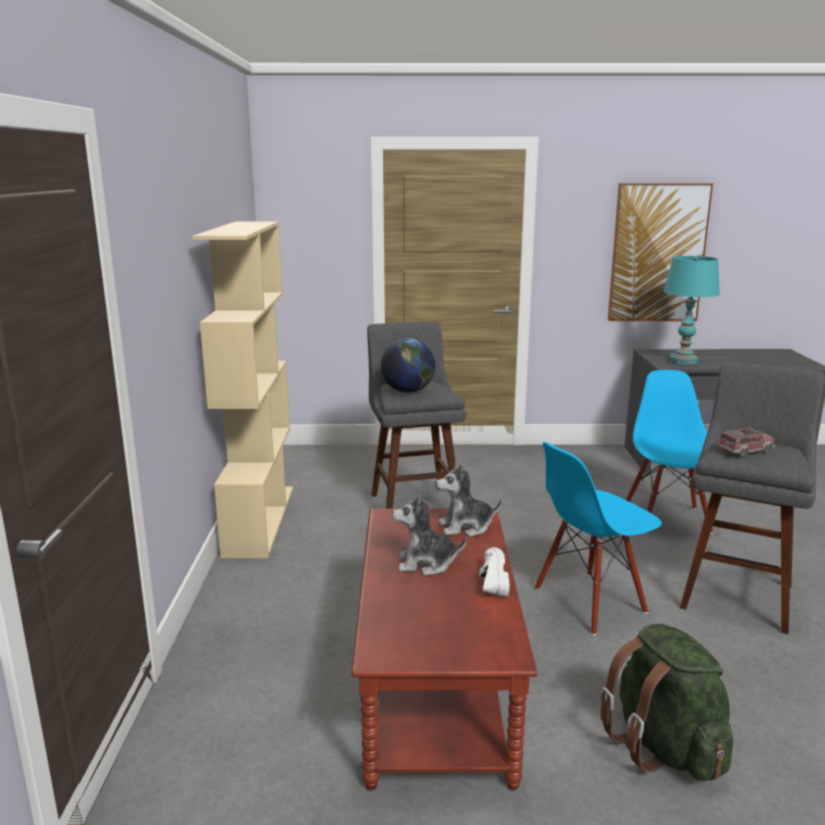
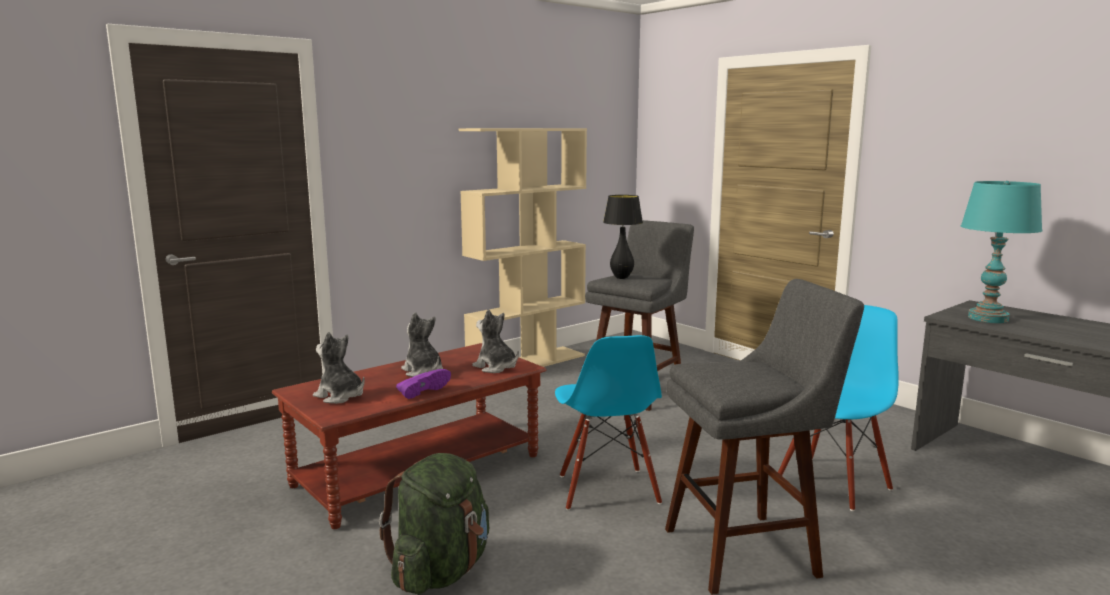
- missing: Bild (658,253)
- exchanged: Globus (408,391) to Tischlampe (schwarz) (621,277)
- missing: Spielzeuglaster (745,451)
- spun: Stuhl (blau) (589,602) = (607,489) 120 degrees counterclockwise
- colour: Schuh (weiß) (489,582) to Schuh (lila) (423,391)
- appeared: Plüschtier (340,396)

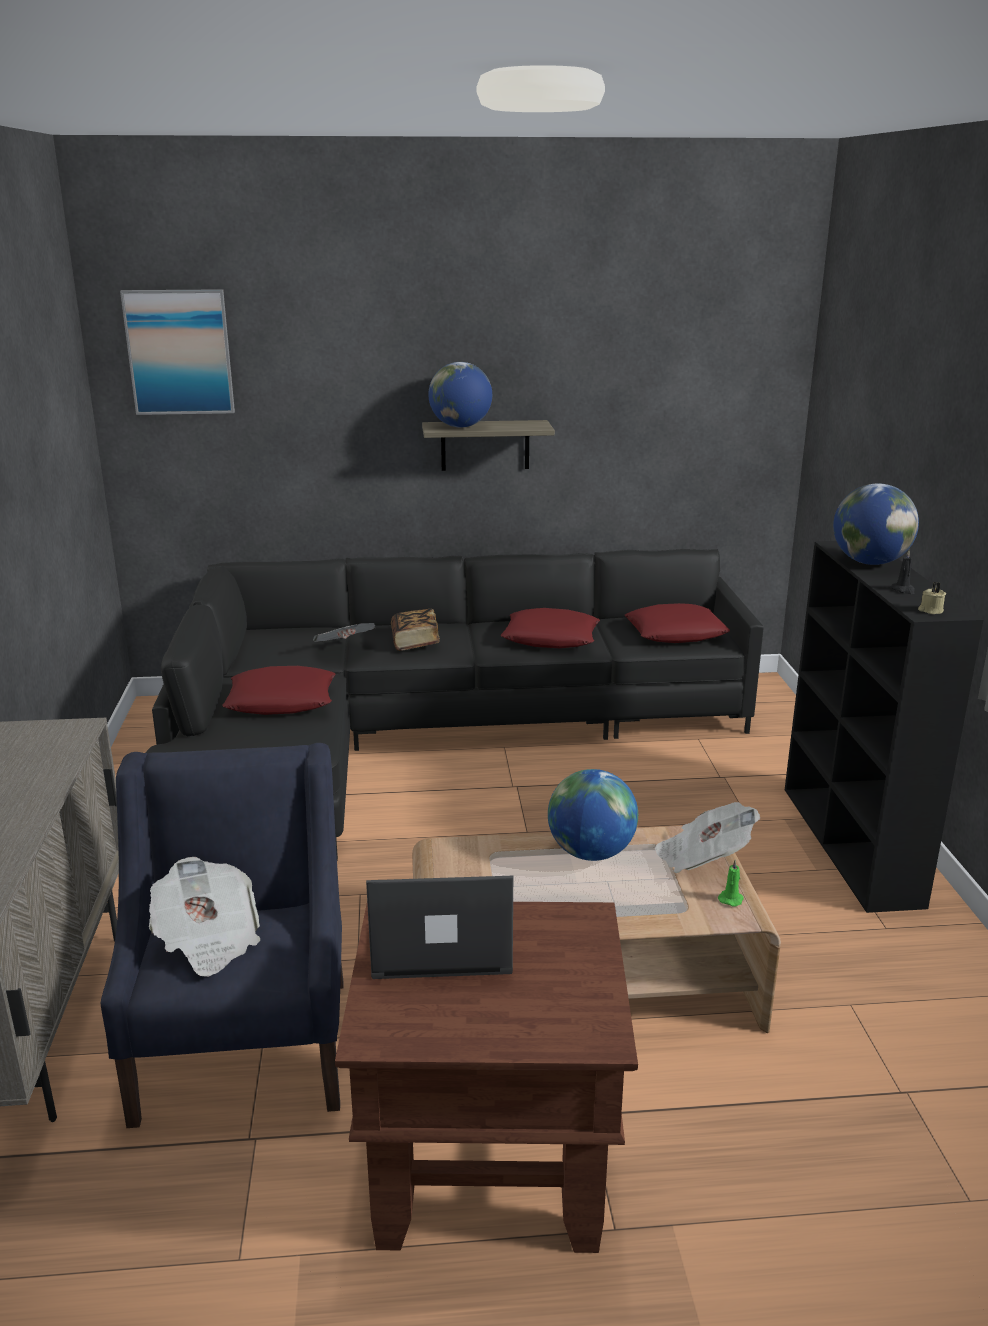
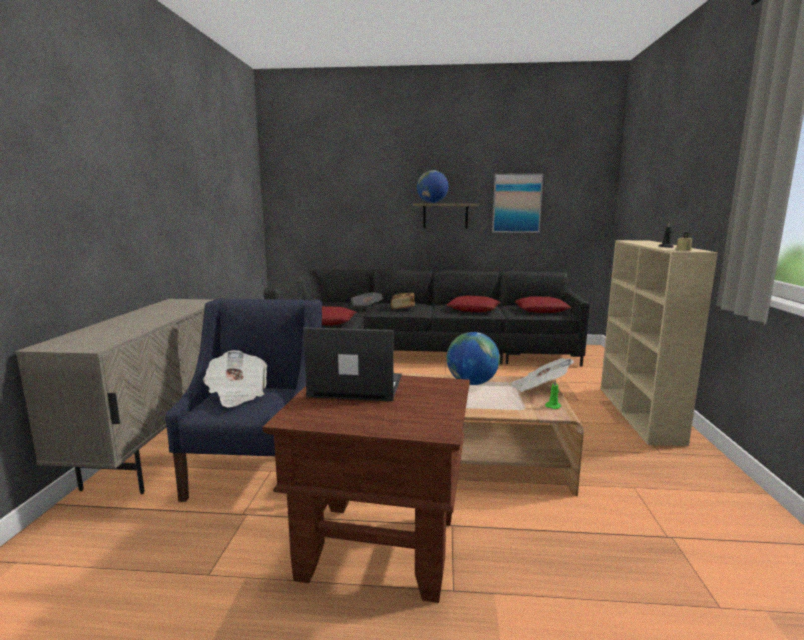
- relocated: Bild (179,352) to (516,203)
- missing: Globus (869,562)
- colour: Bücherregal (schwarz) (851,845) to Bücherregal (beige) (639,414)

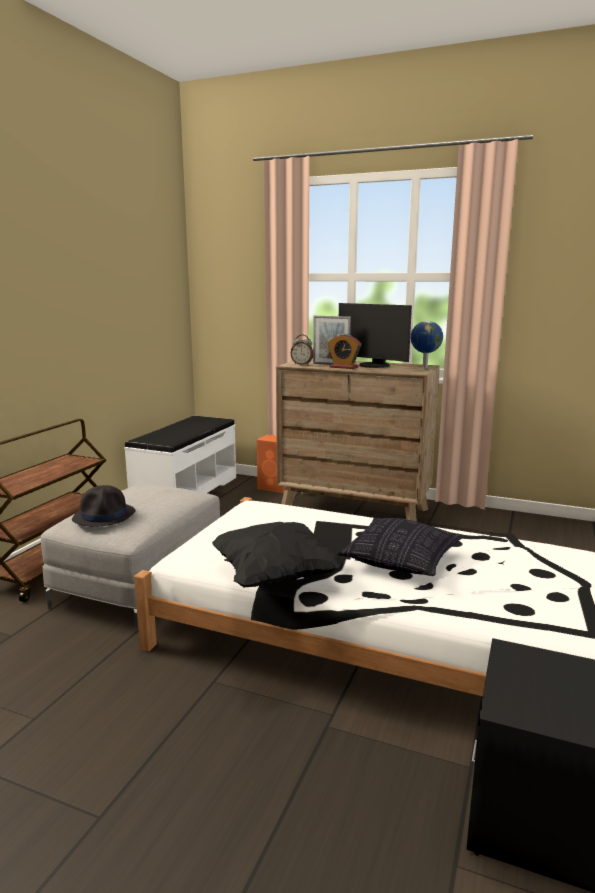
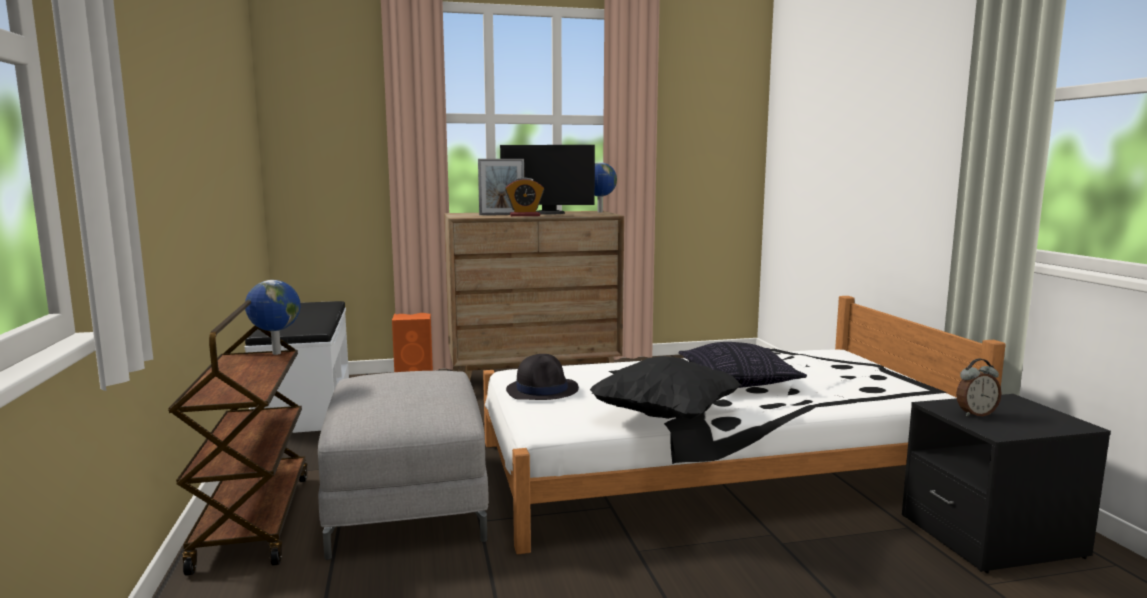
- relocated: Wecker (302,364) to (975,414)
- relocated: Hut (schwarz) (104,516) to (542,390)
- appeared: Globus (275,353)

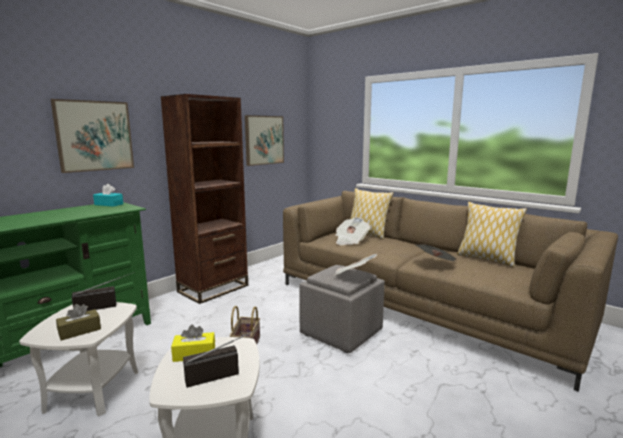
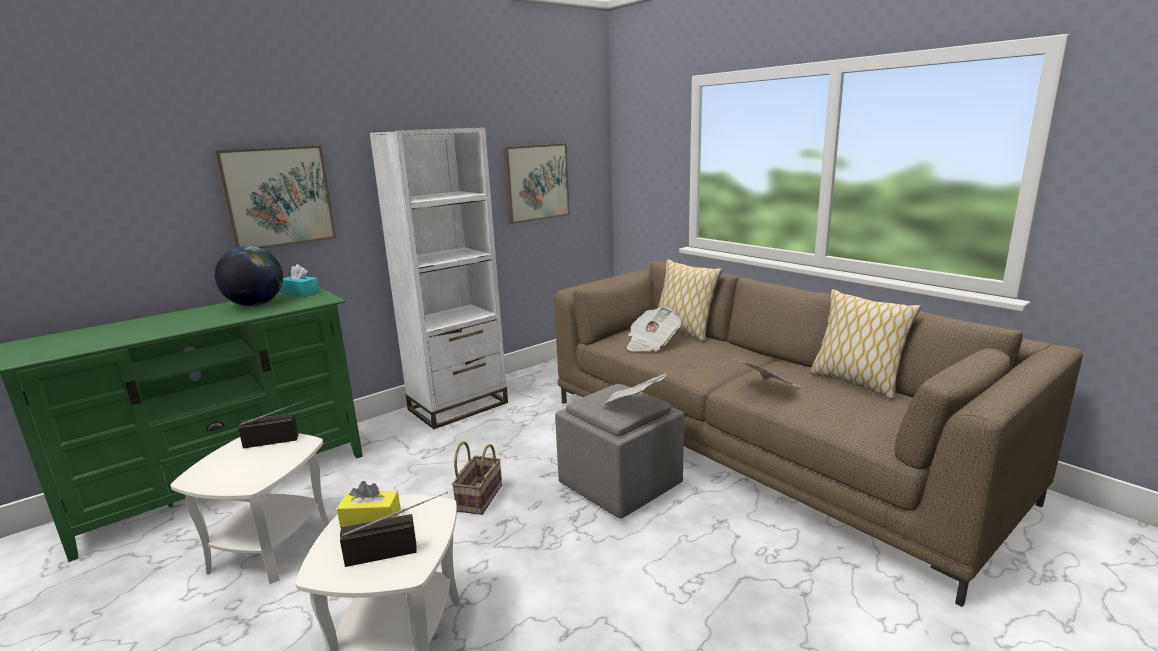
- colour: Bücherregal (braun) (213,289) to Bücherregal (weiß) (458,406)
- missing: Taschentuchbox (braun) (79,331)
- appeared: Globus (255,304)

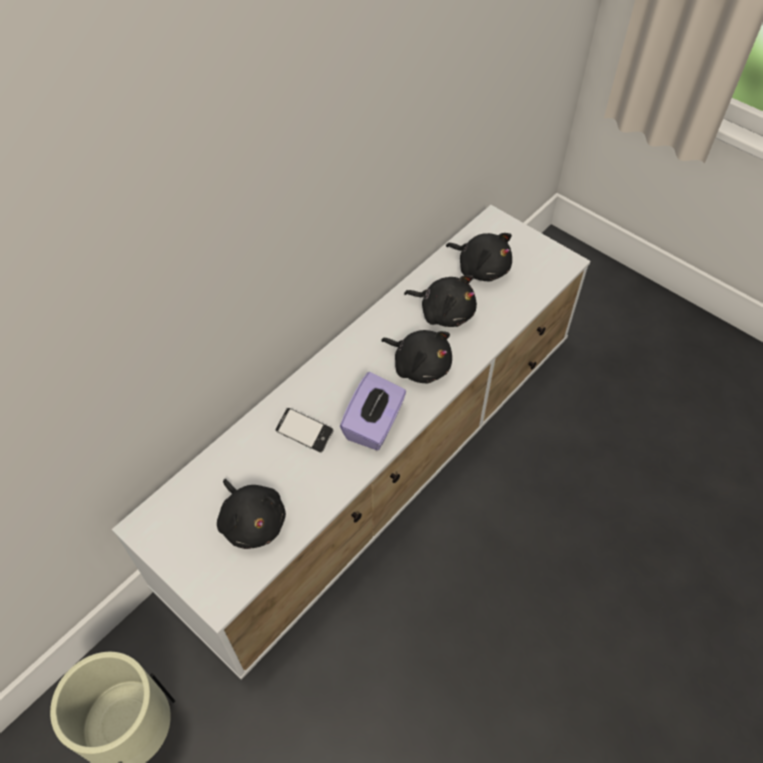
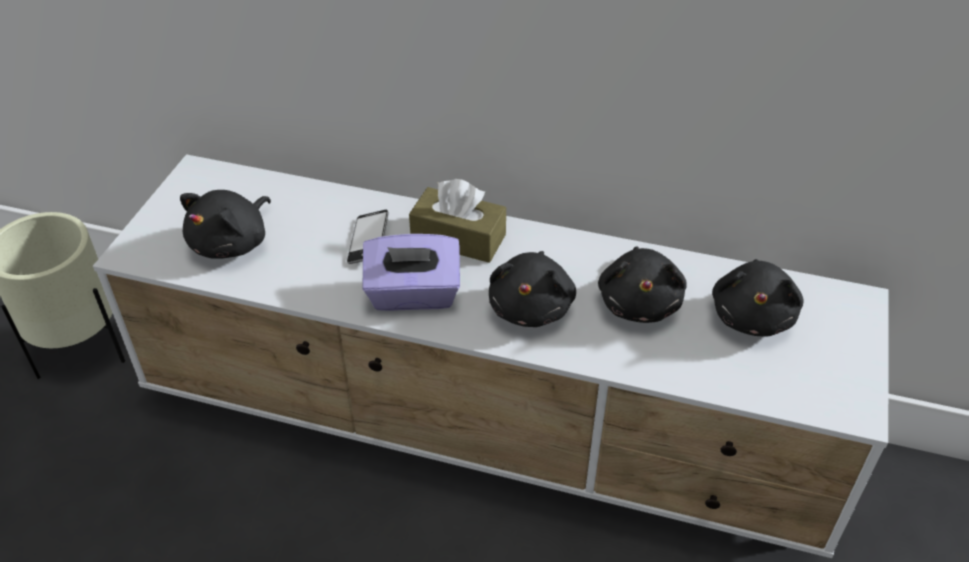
- appeared: Taschentuchbox (braun) (458,238)

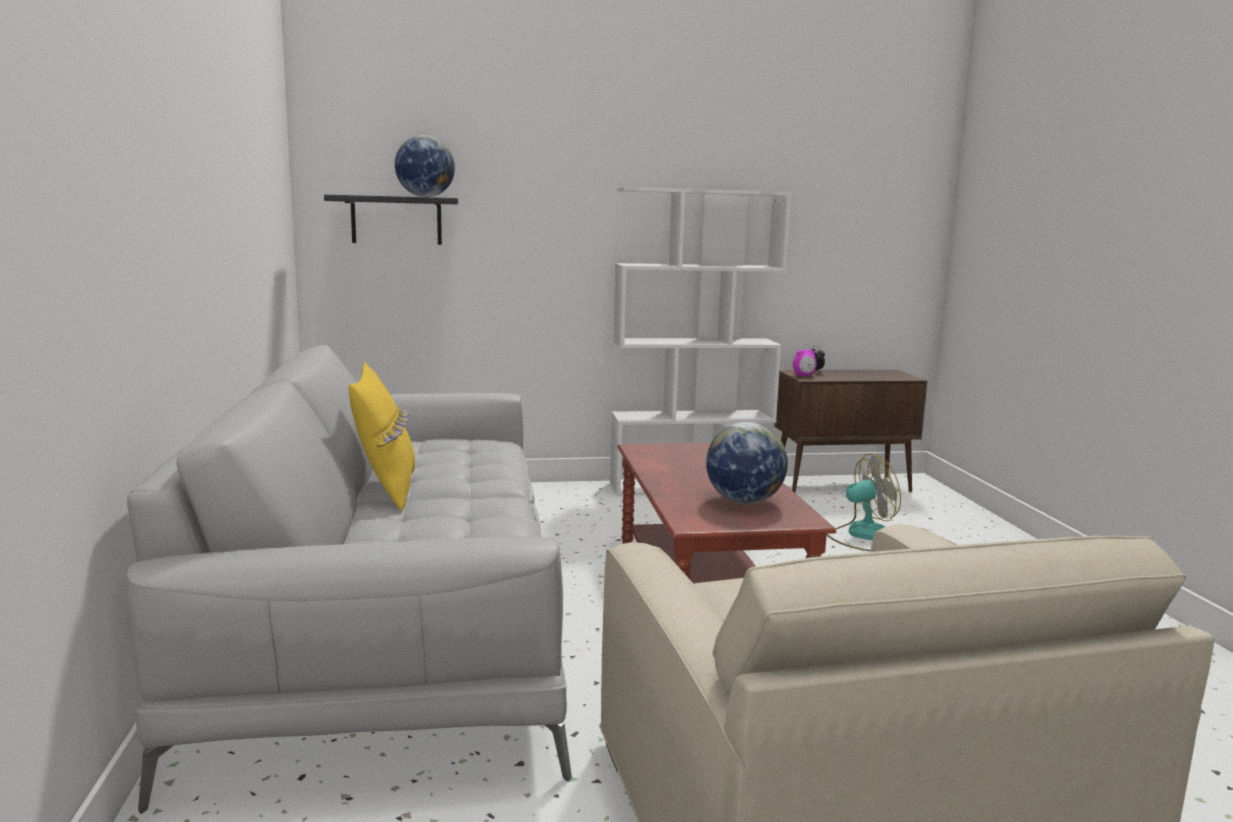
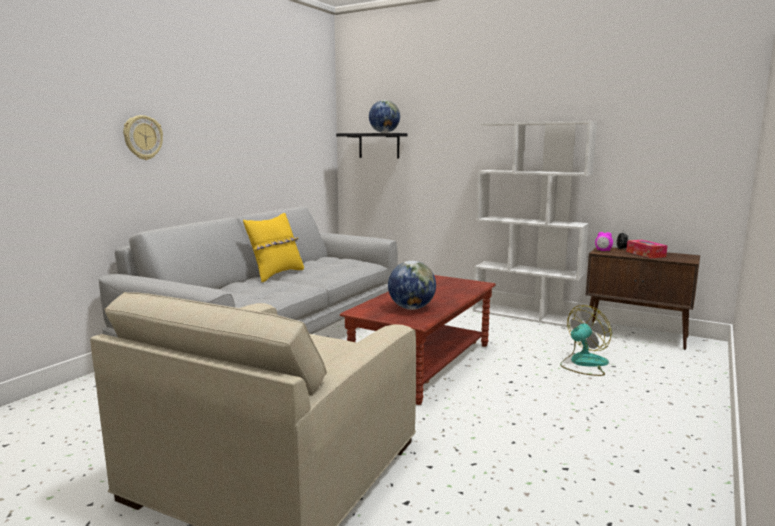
- spun: Ventilator (861,535) = (583,363) 60 degrees counterclockwise
- appeared: Wanduhr (142,137)
- appeared: Taschentuchbox (645,254)

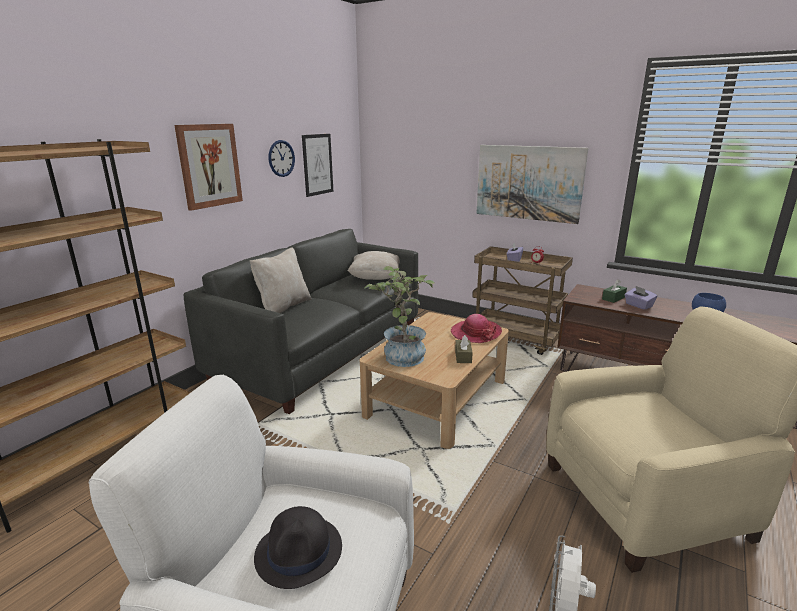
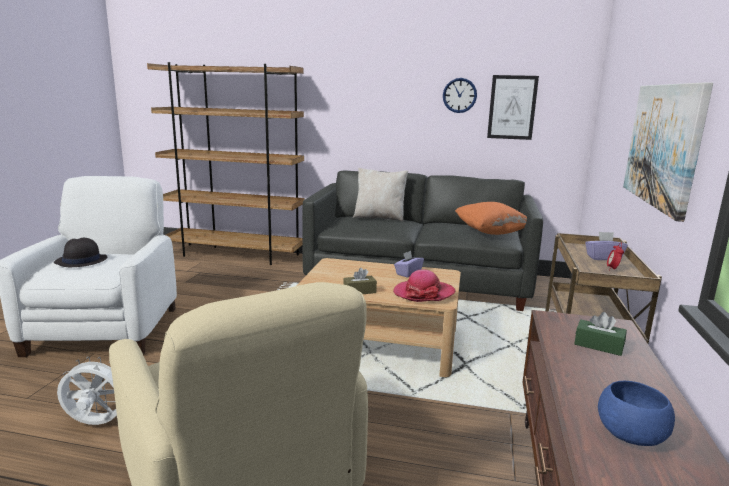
- missing: Bild (209,165)
- colour: Kissen (beige) (375,278) to Kissen (orange) (490,232)
- missing: Topfpflanze (401,355)
- relocated: Taschentuchbox (lila) (638,305) to (408,273)

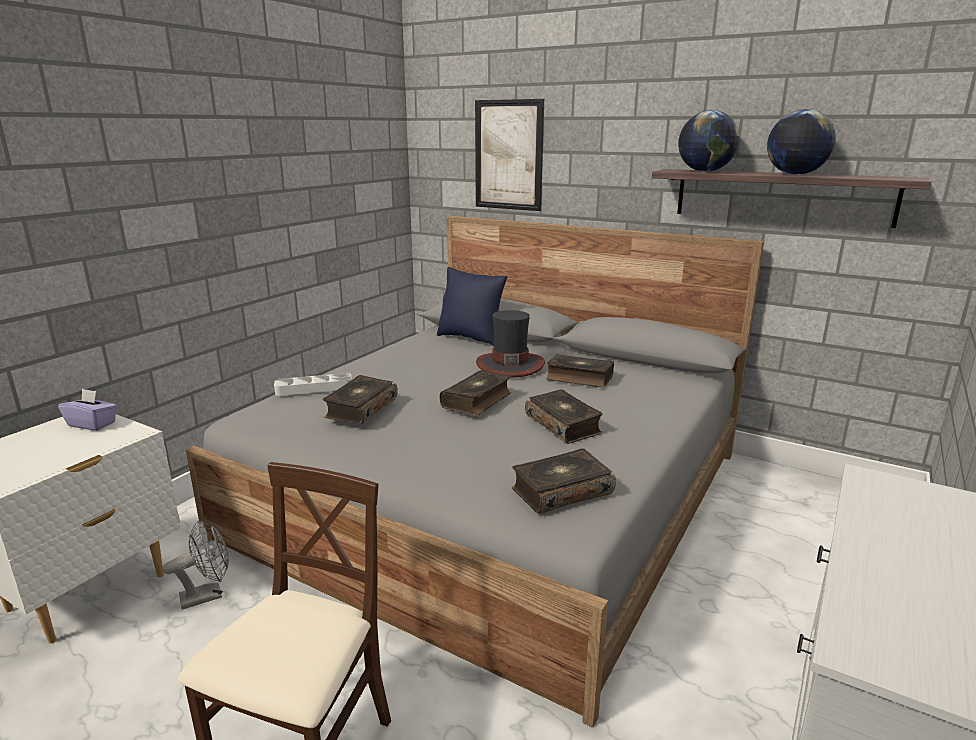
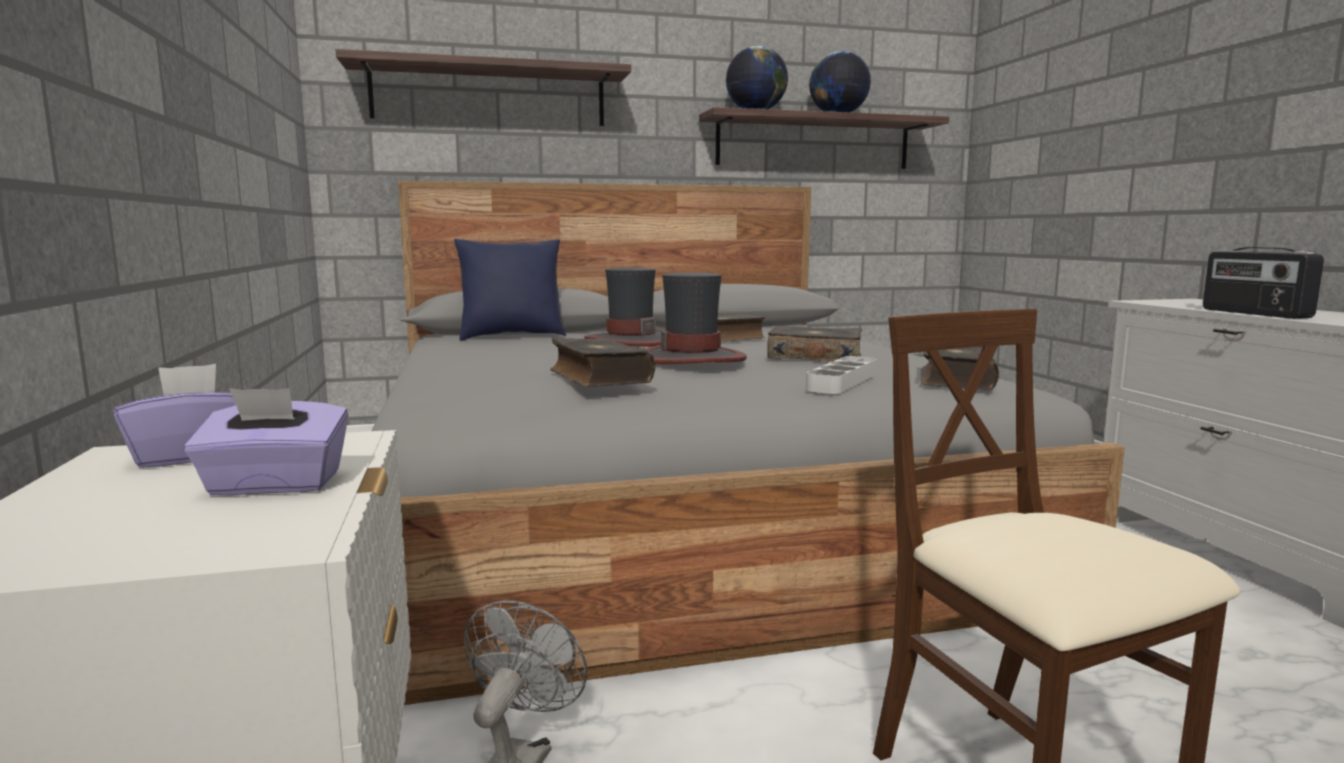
- exchanged: Bild (508,155) to Wandregal (489,95)
- exchanged: Buch (477,401) to Hut (692,358)
- relocated: Tablett (grau) (314,388) to (842,381)
- appeared: Radio (1254,313)
- appeared: Taschentuchbox (lila) (275,485)

